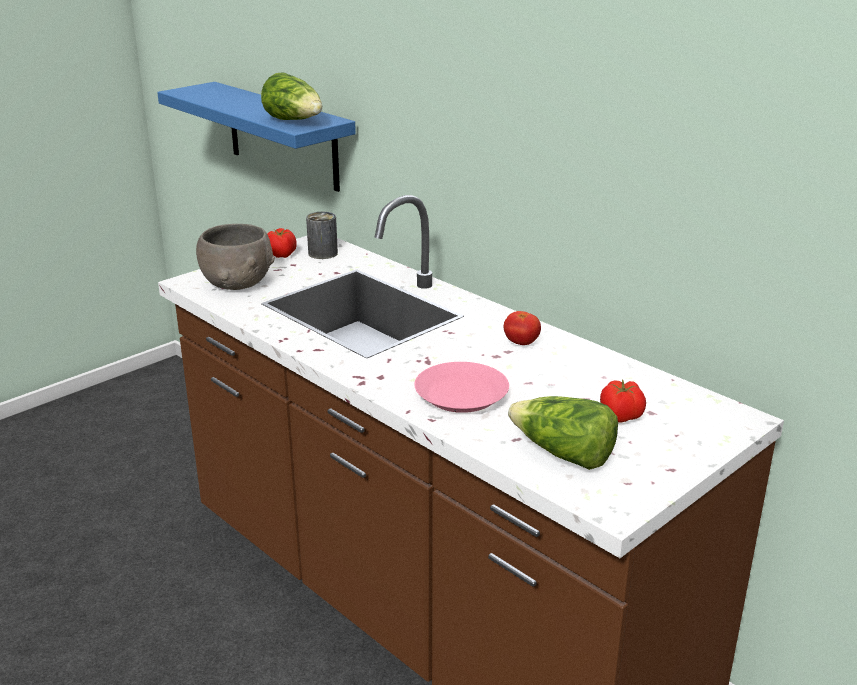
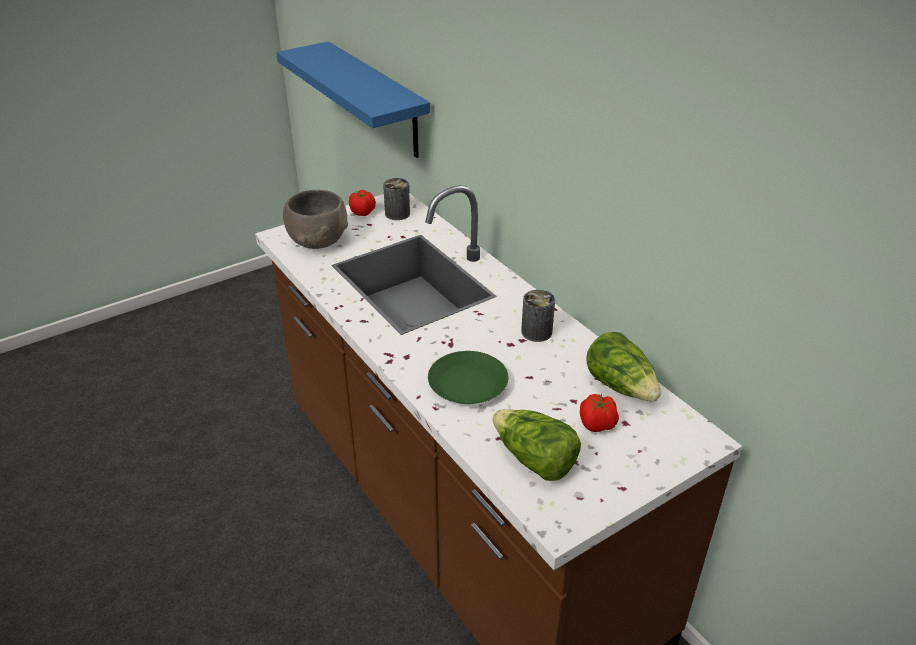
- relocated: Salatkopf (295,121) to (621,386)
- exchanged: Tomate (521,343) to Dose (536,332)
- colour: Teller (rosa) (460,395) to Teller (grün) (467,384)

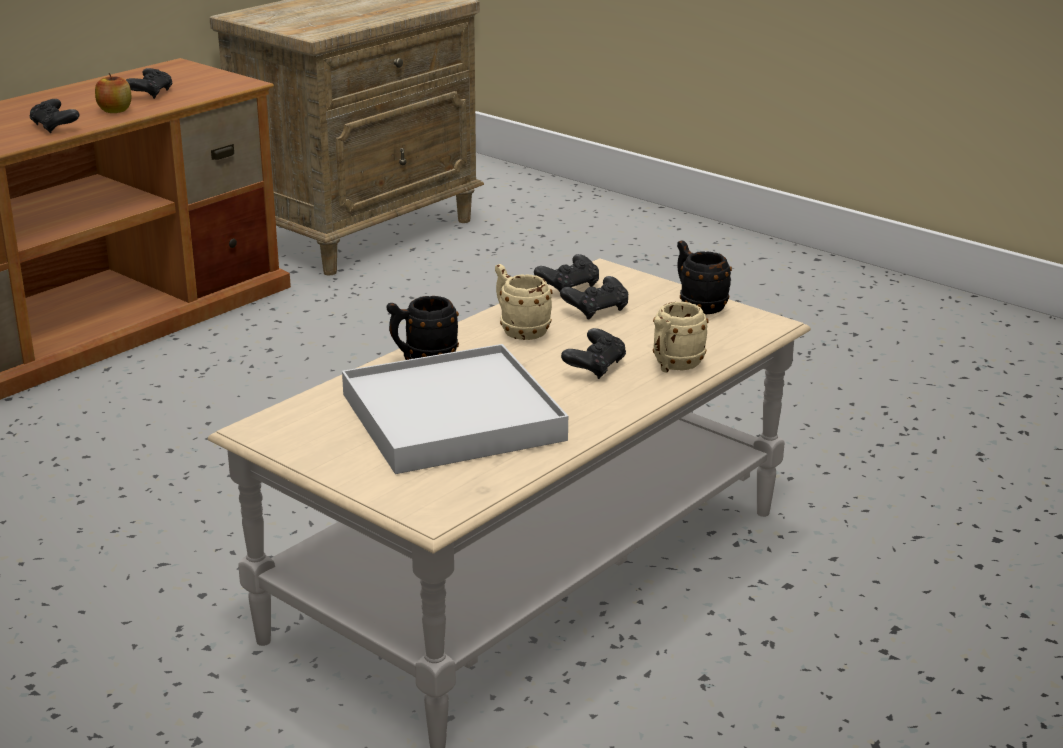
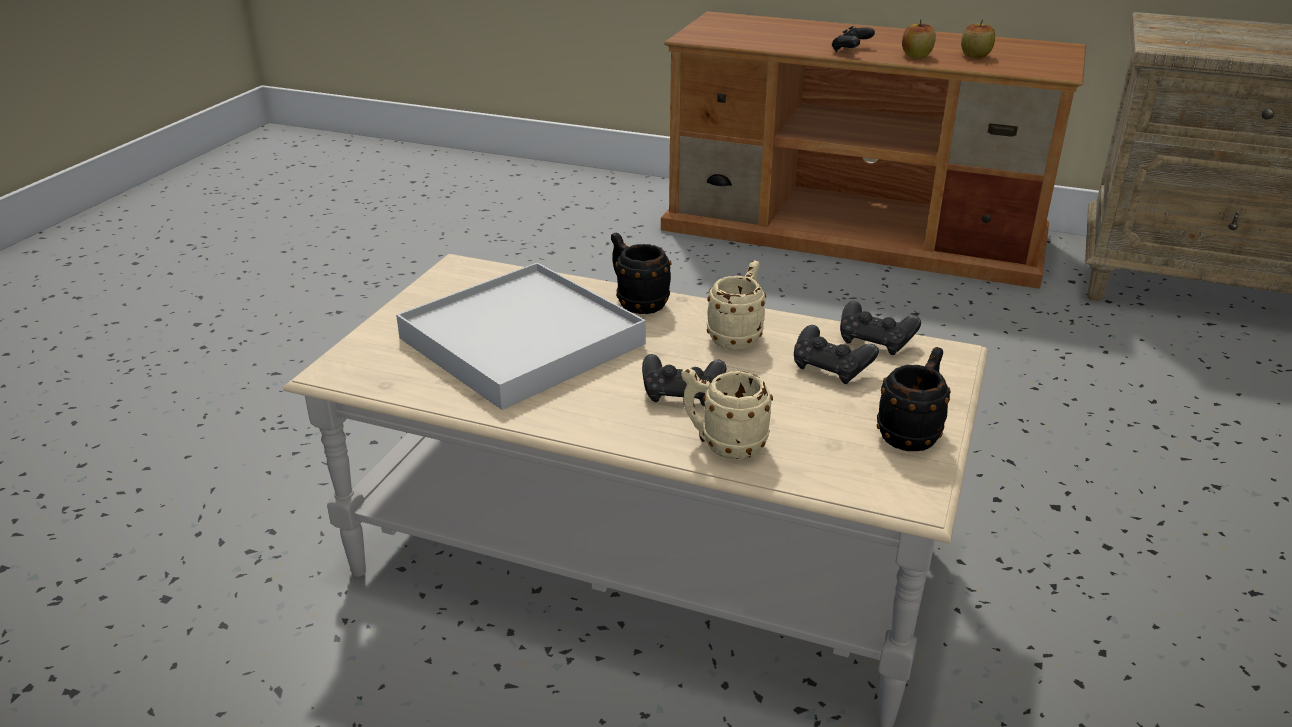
- exchanged: Gamepad (schwarz) (151,94) to Apfel (975,55)

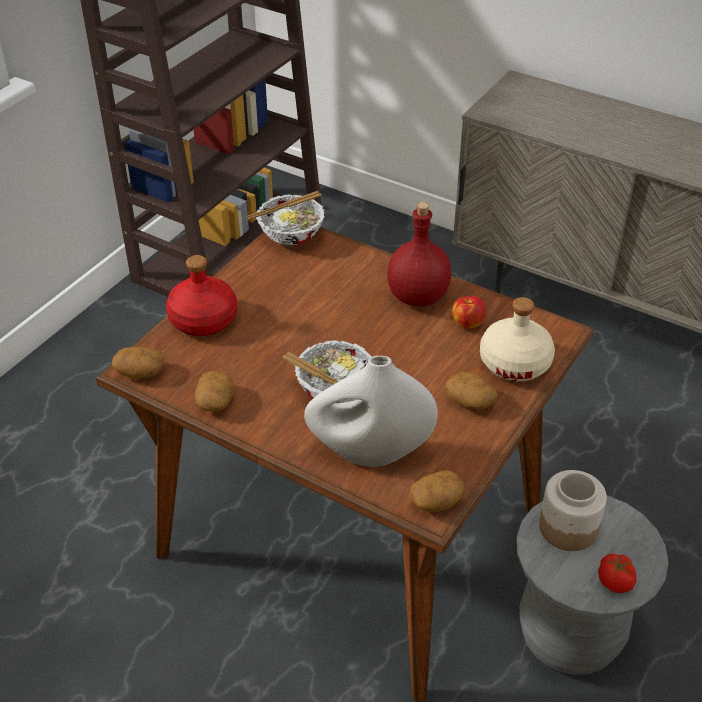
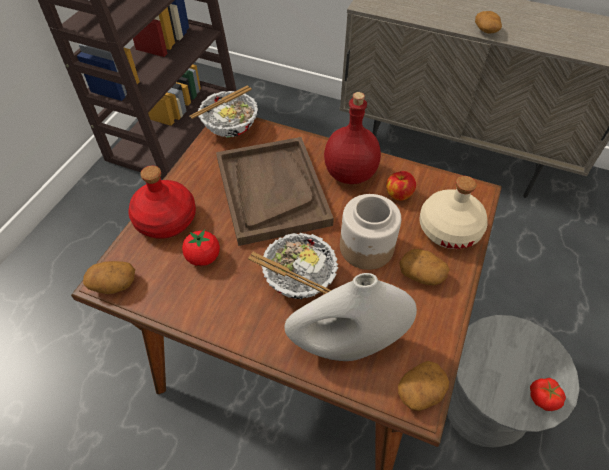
- relocated: Kartoffel (215,402) to (486,30)
- relocated: Vorratsglas (567,527) to (365,247)
- appeared: Tablett (braun) (271,191)
- appeared: Tomate (203,257)

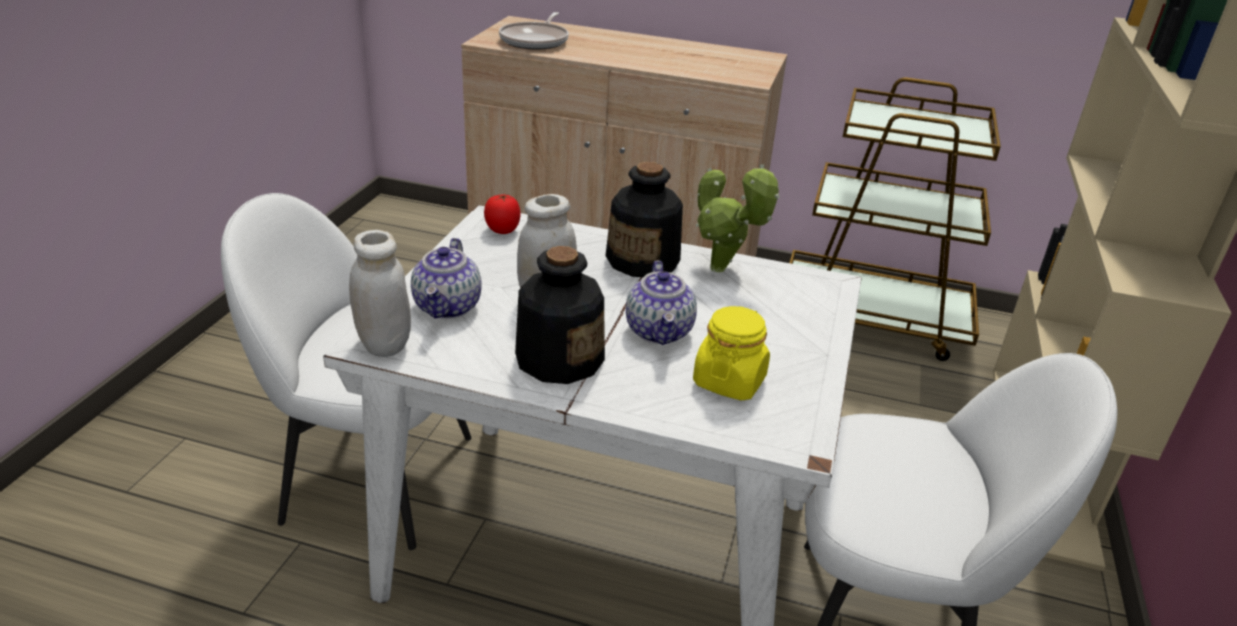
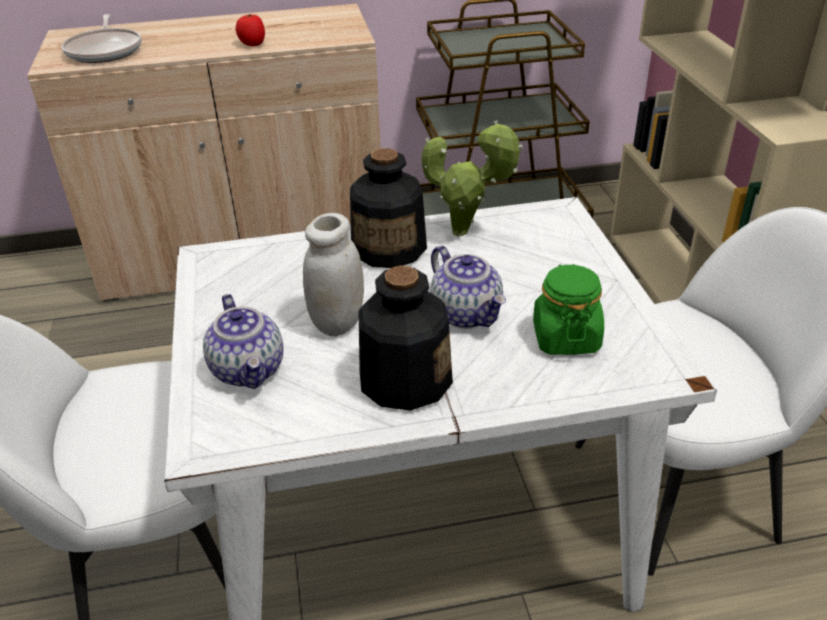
- relocated: Tomate (502,230) to (252,44)
- missing: Vorratsglas (weiß) (384,344)
- colour: Vorratsglas (gelb) (729,381) to Vorratsglas (grün) (565,337)

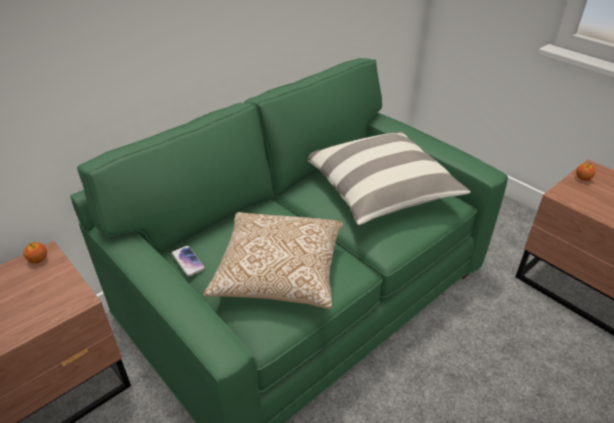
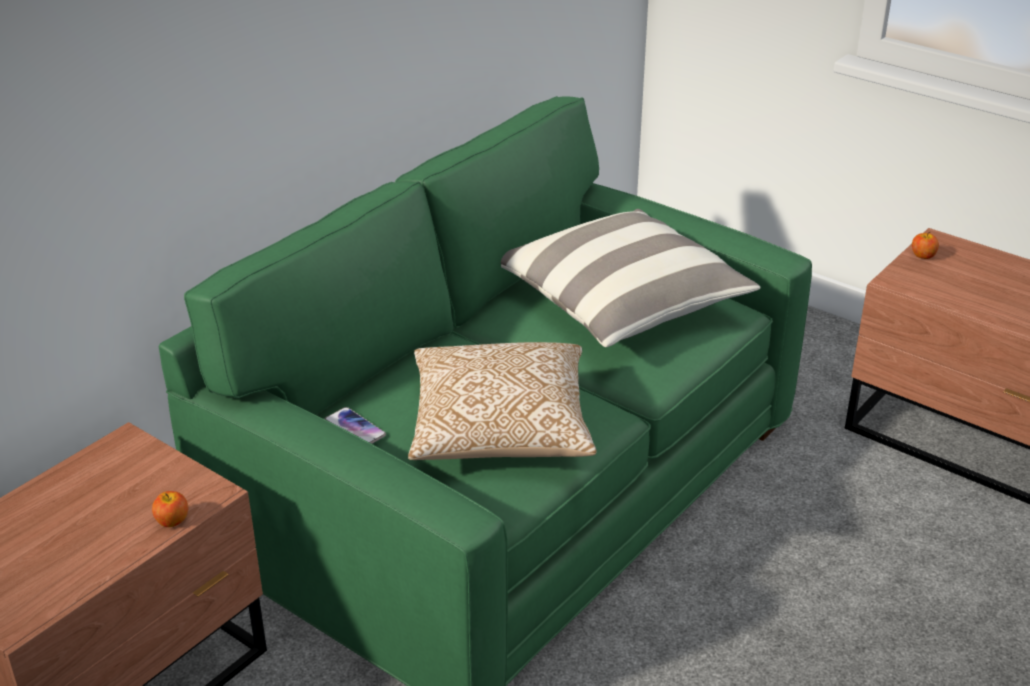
- relocated: Apfel (38,259) to (172,521)

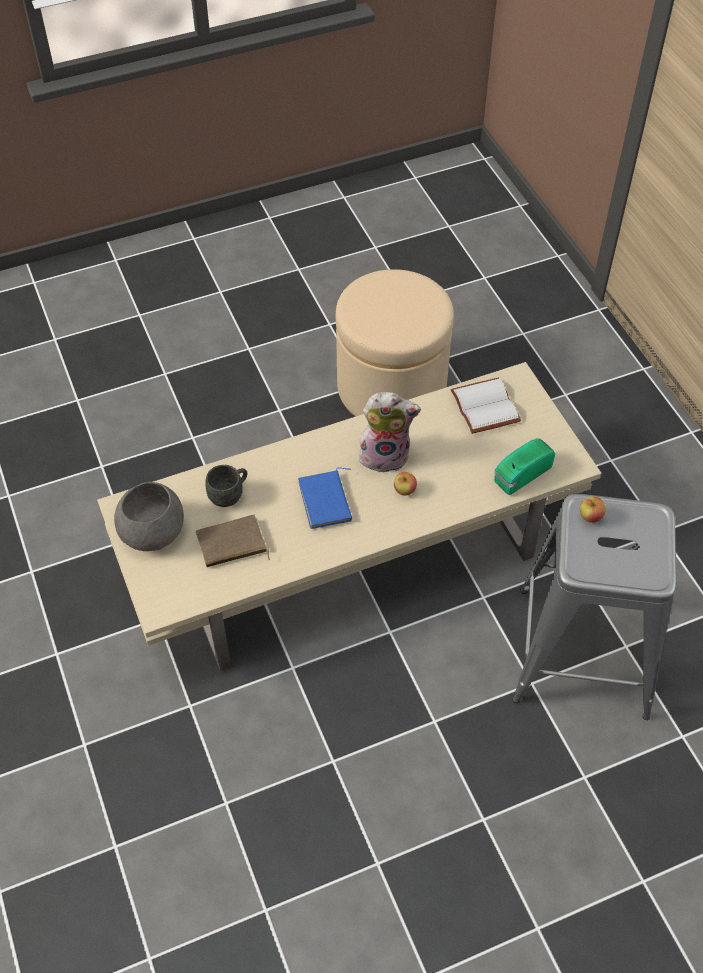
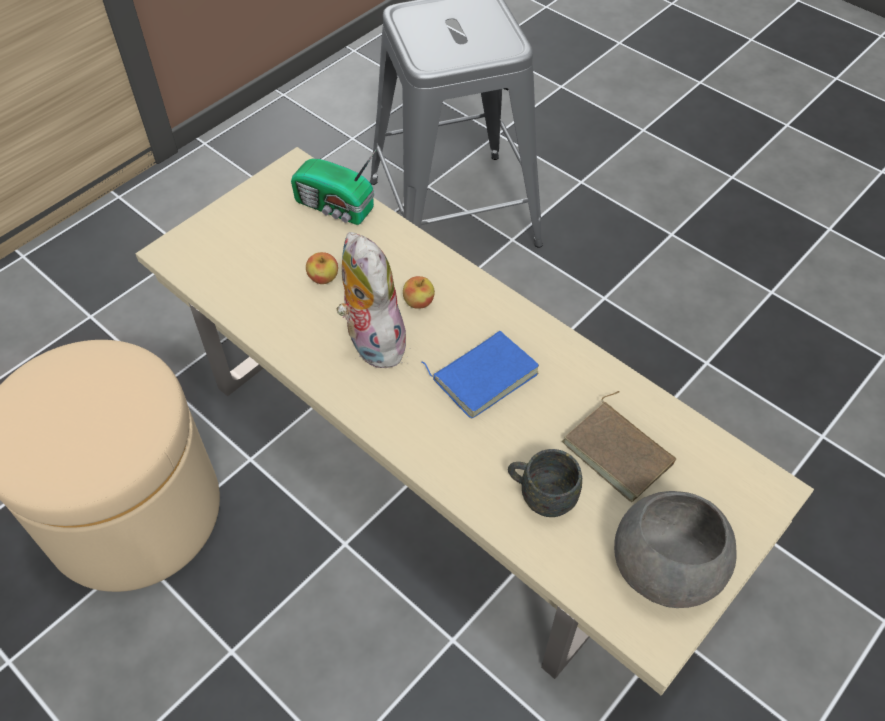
- missing: Buch (weiß) (482,406)
- relocated: Apfel (590,517) to (323,278)

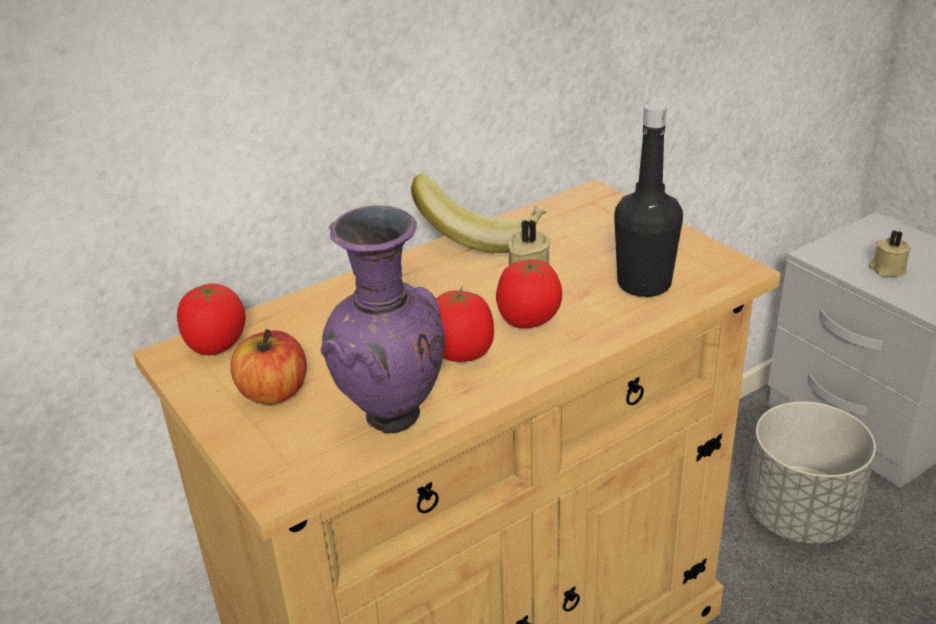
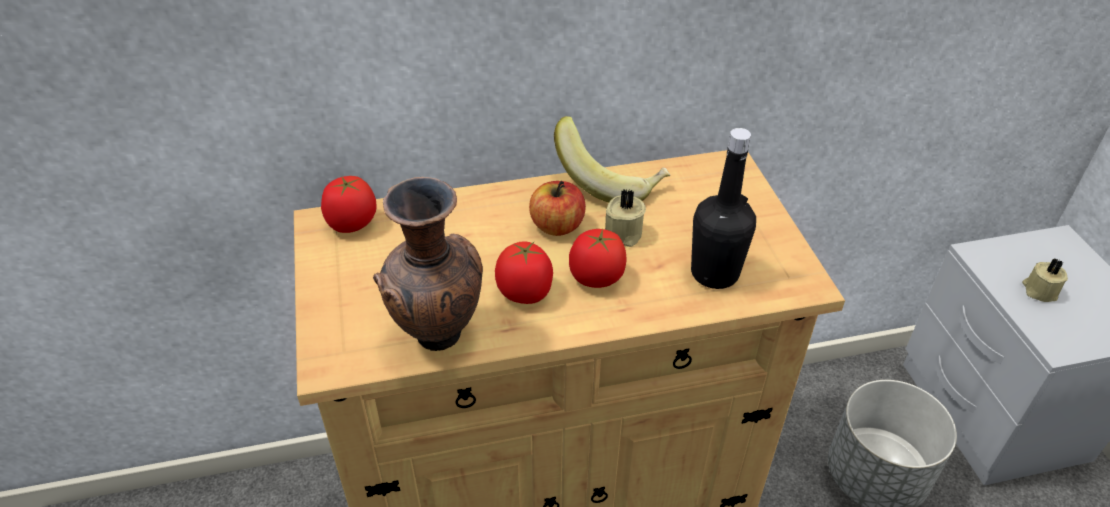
- colour: Vase (lila) (394,420) to Vase (braun) (438,338)
- relocated: Apfel (274,393) to (557,226)

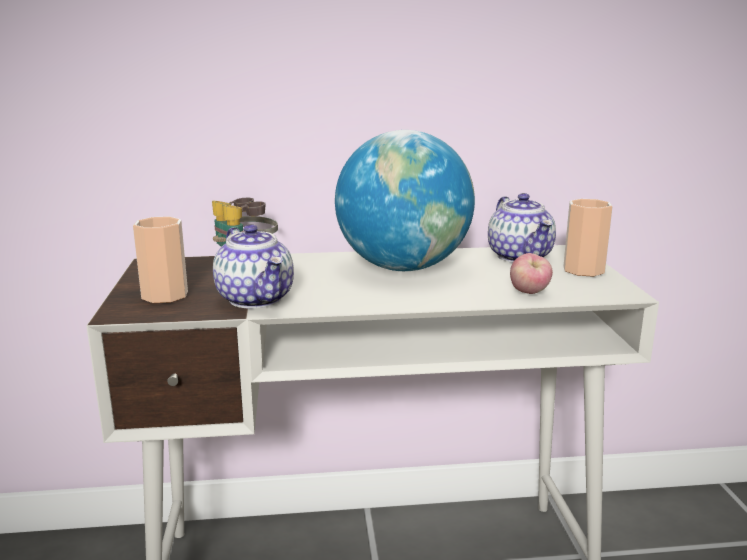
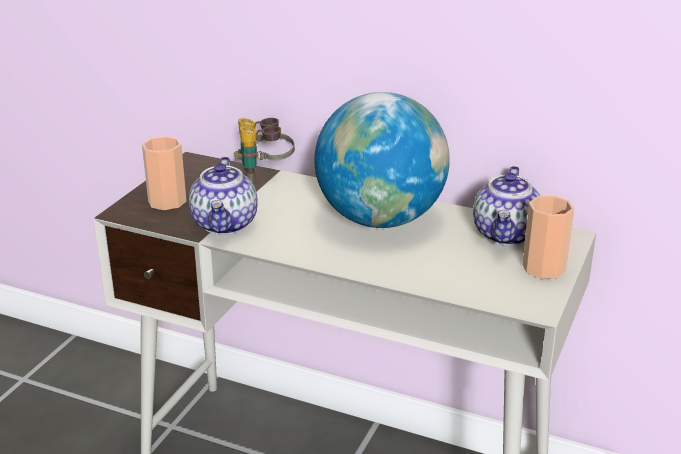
- missing: Apfel (529,293)

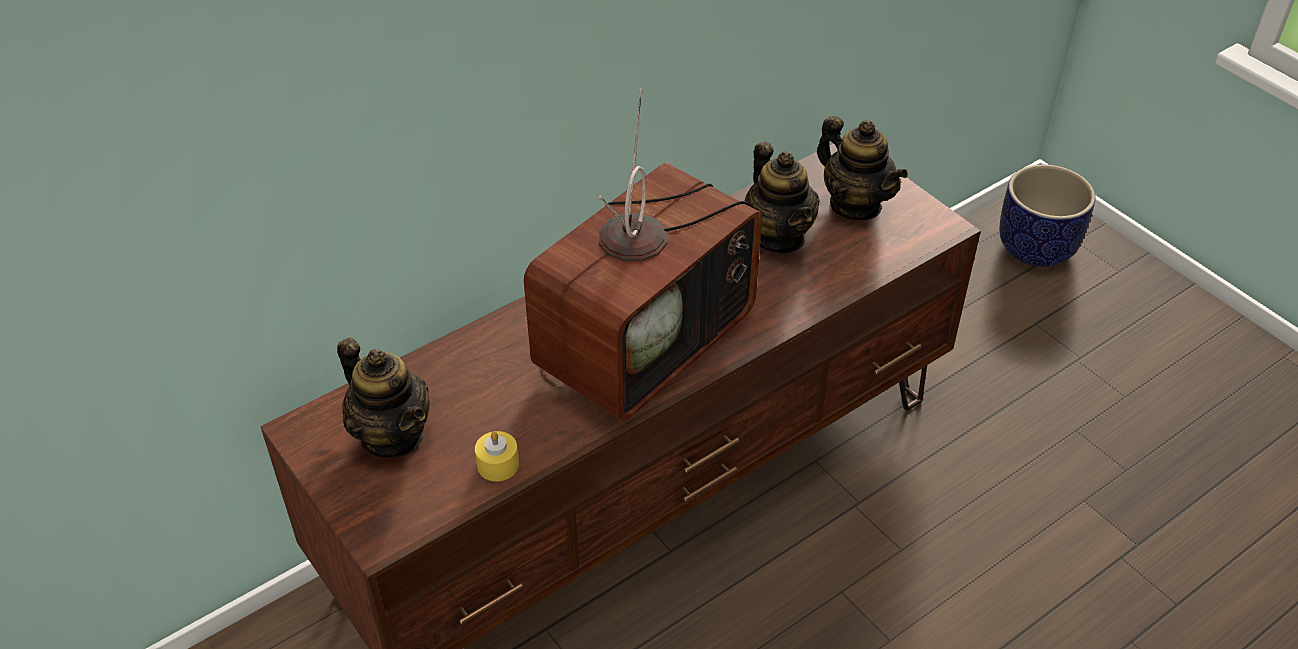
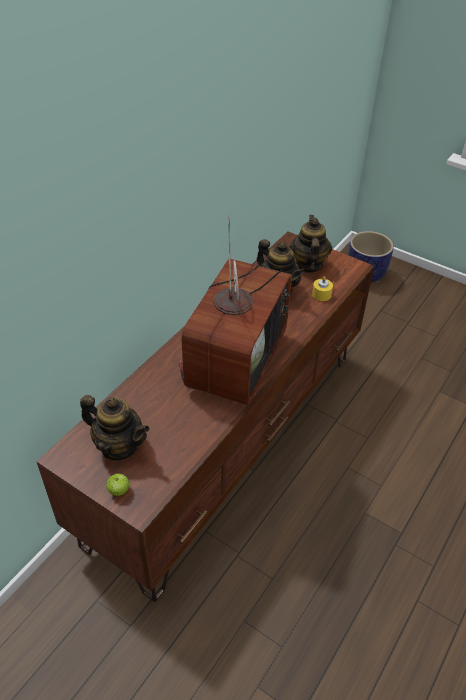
- spun: Teekanne (855,205) = (308,265) 120 degrees counterclockwise
- relocated: Kerze (gelb) (498,464) to (321,294)
- appeared: Apfel (119,490)

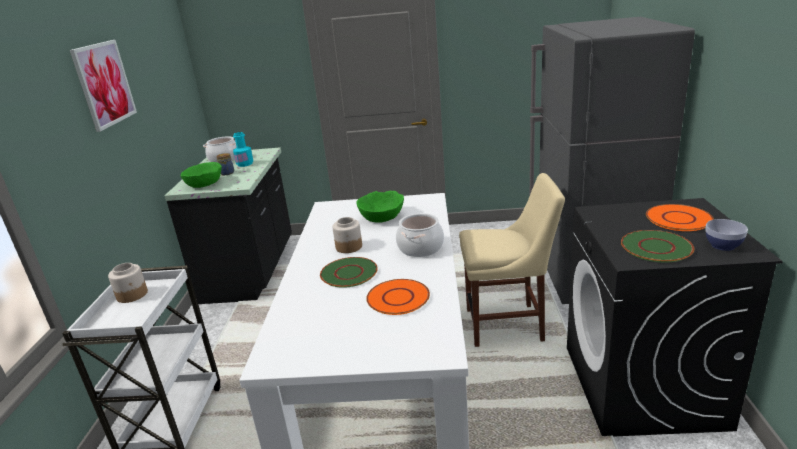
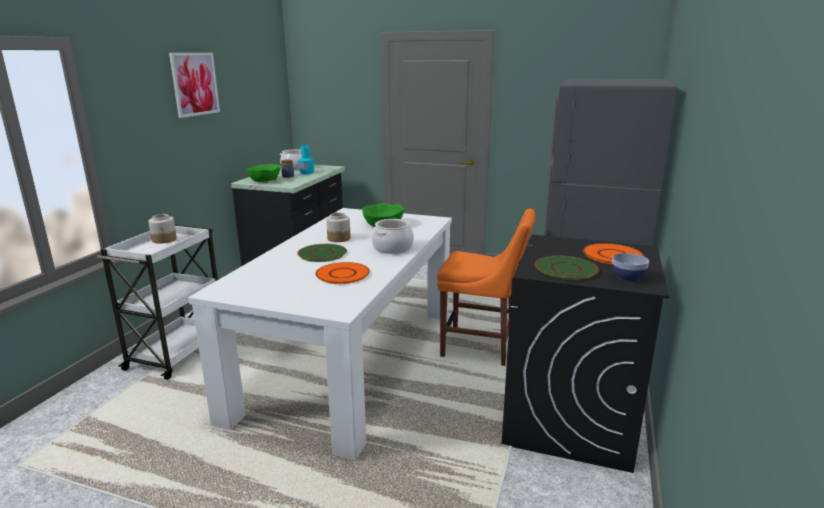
- colour: Stuhl (beige) (508,325) to Stuhl (orange) (482,348)

